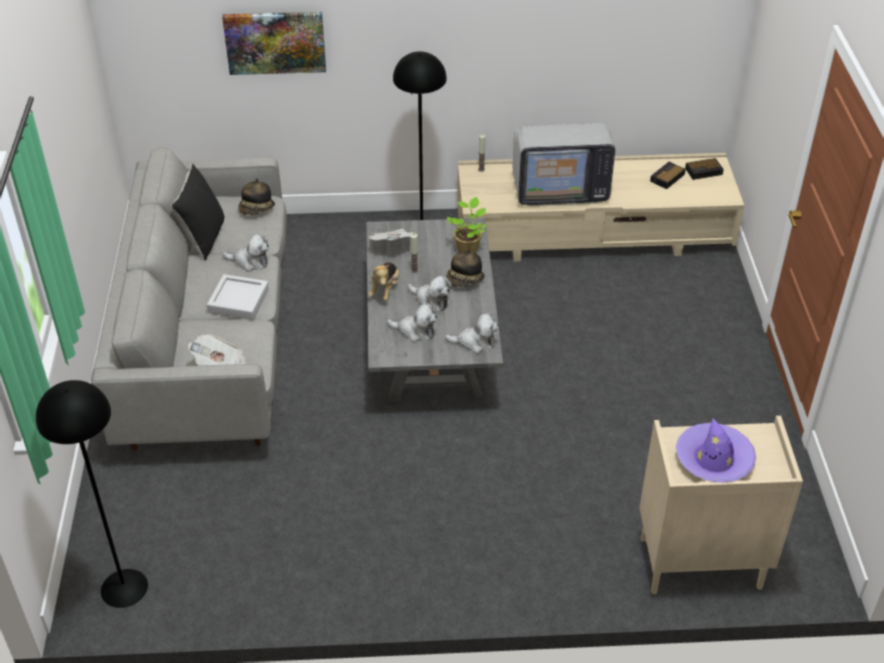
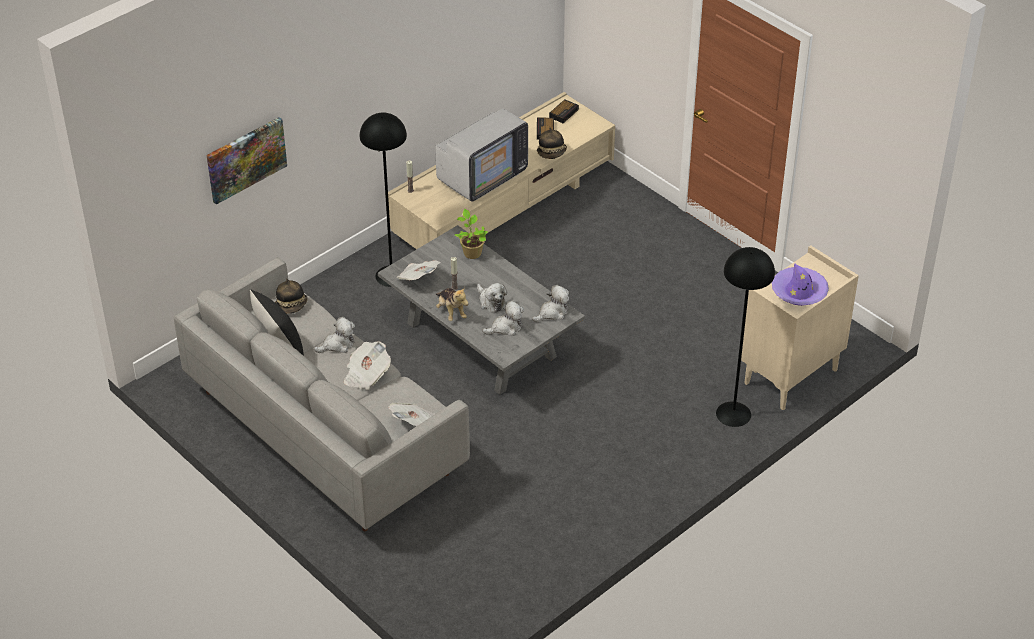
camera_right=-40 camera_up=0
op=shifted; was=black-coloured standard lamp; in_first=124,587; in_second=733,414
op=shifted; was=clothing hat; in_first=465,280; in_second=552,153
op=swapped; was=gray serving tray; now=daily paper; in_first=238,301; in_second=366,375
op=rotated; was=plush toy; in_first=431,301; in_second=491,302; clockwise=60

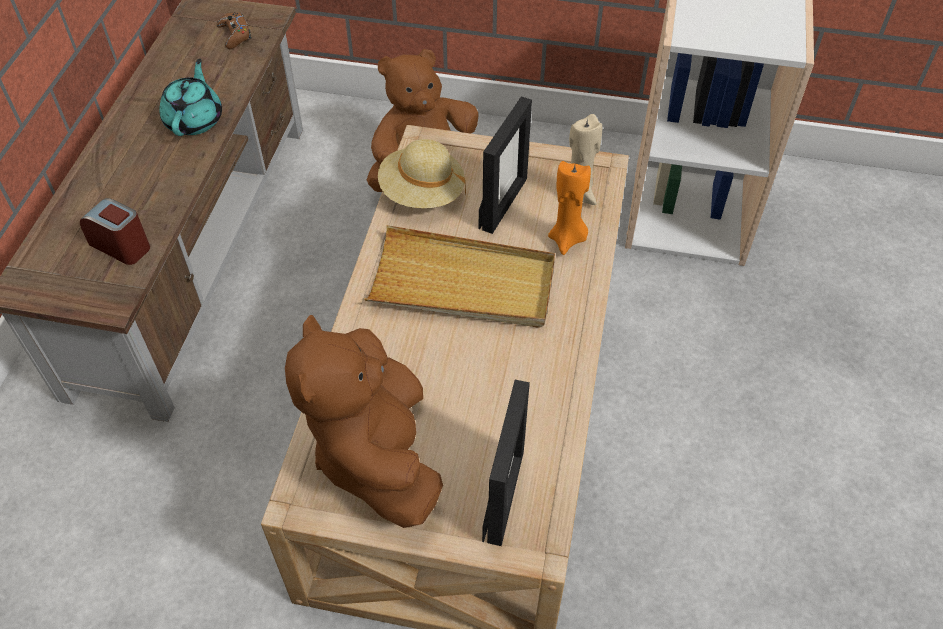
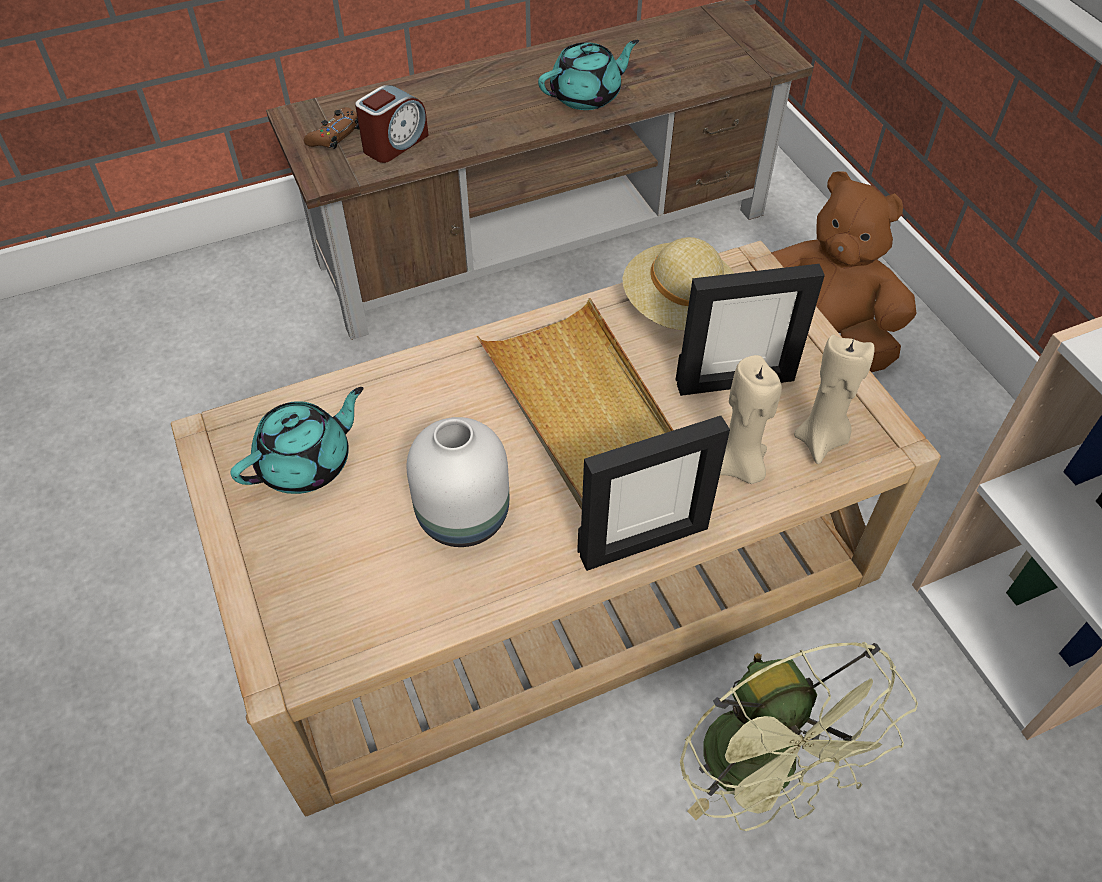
camera_right=55 camera_up=0
op=new; now=white-coloured vase; in_second=465,517
op=new; now=greenish fan; in_second=764,774
op=shifted; was=brownish gamepad; in_first=235,35; in_second=334,135
op=shifted; was=picture frame; in_first=503,495; in_second=643,540
op=swapped; was=brownish plush toy; now=turquoise-coloured pot for tea; in_first=376,454; in_second=307,463
op=repainted; was=orange candle; now=beige candle; in_first=567,239; in_second=738,467
op=rotated; was=table clock; in_first=121,245; in_second=394,143; clockwise=45

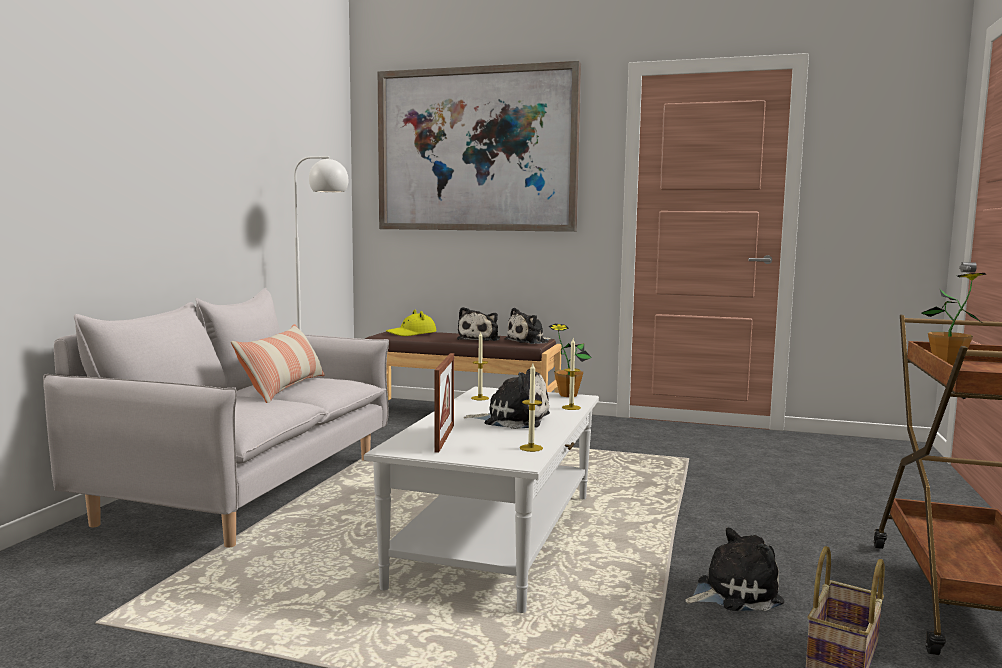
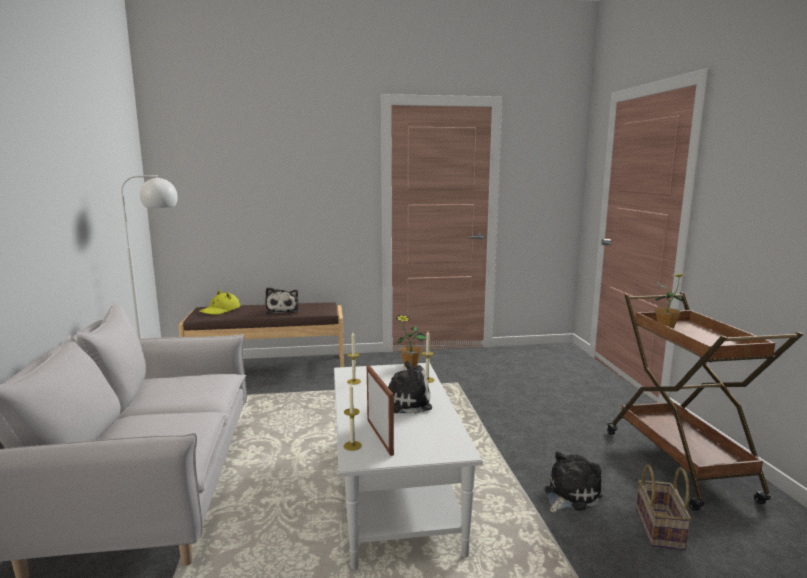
camera_right=-25 camera_up=5
op=gone; was=cushion; in_first=284,388
op=gone; was=picture; in_first=477,150
op=gone; was=plush toy; in_first=529,341
op=shifted; was=candle; in_first=531,448; in_second=352,445

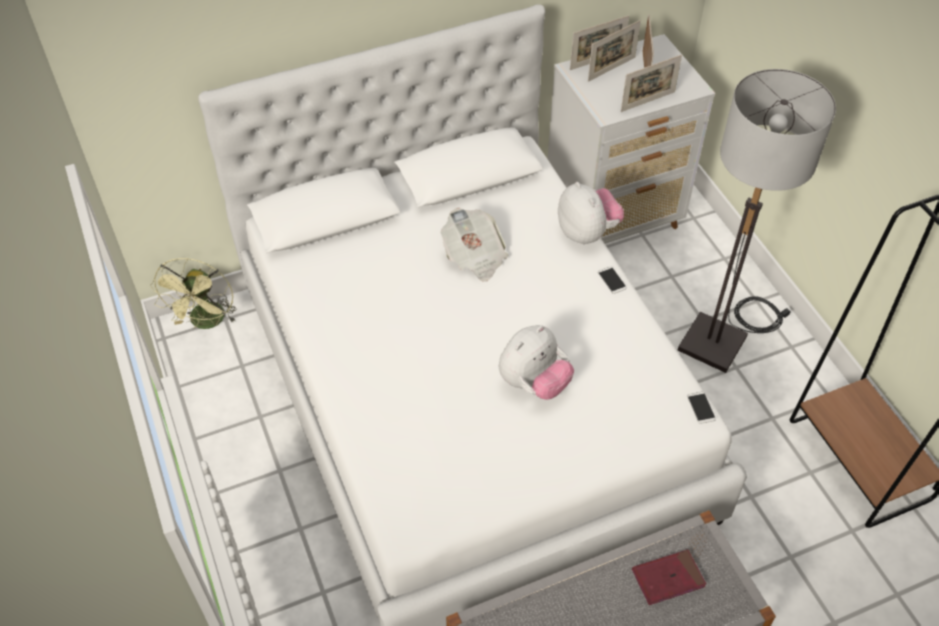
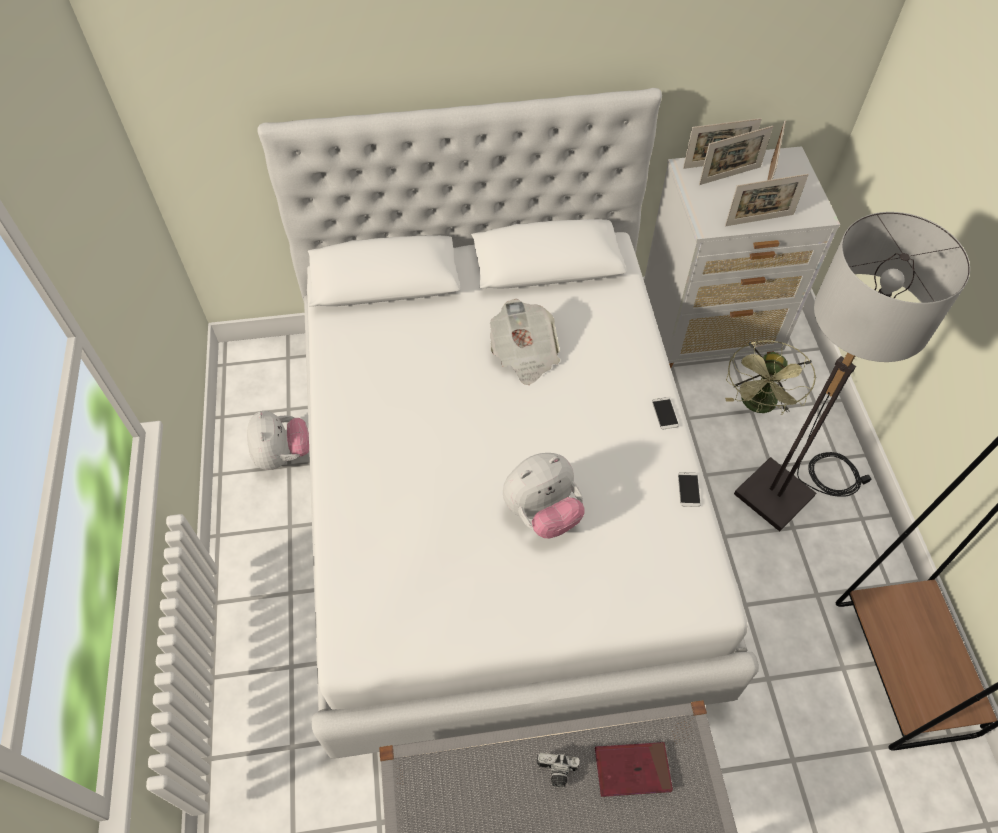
camera_right=15 camera_up=5
op=new; now=still camera; in_second=556,772
op=shifted; was=greenish fan; in_first=206,323; in_second=758,406
op=shifted; was=plush toy; in_first=587,232; in_second=282,455
op=shifted; was=phone; in_first=701,407; in_second=688,489

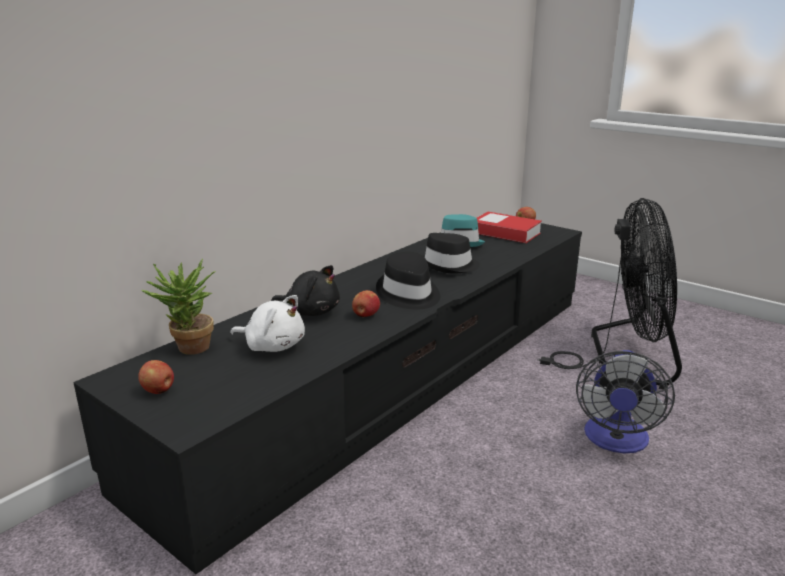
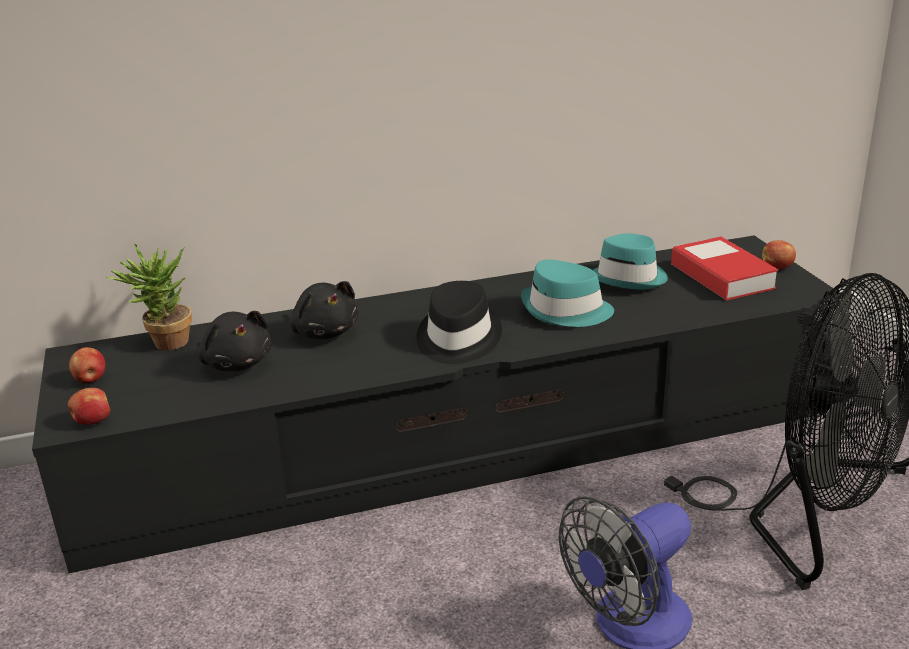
camera_right=35 camera_up=5
op=shifted; was=apple fruit; in_first=365,315; in_second=92,422
op=repainted; was=white-coloured plush toy; now=black-coloured plush toy; in_first=273,346; in_second=237,363
op=repainted; was=black-coloured clothing hat; now=turquoise-coloured clothing hat; in_first=449,266; in_second=566,311

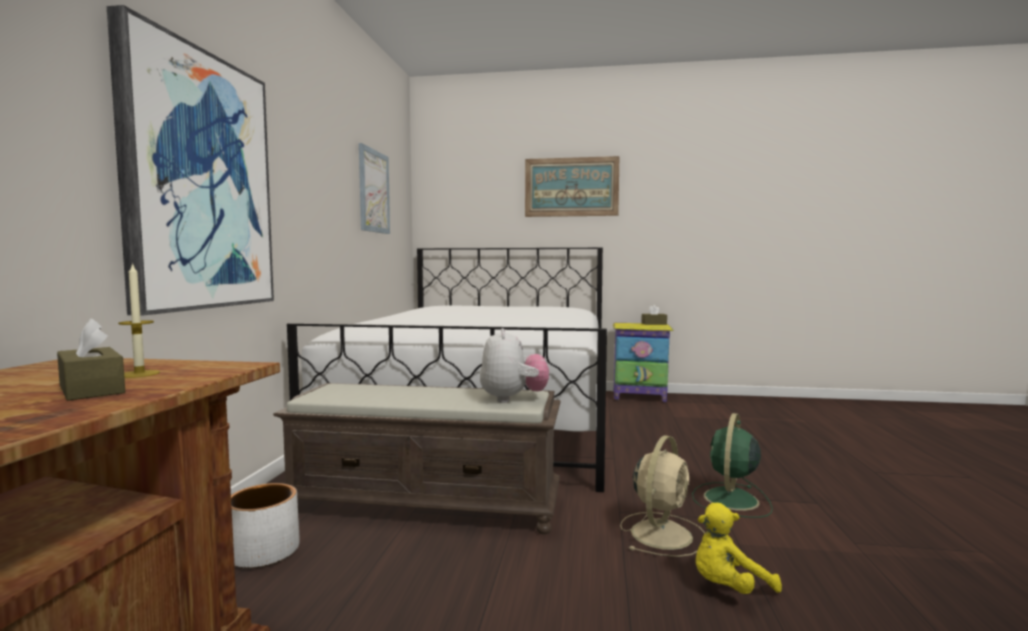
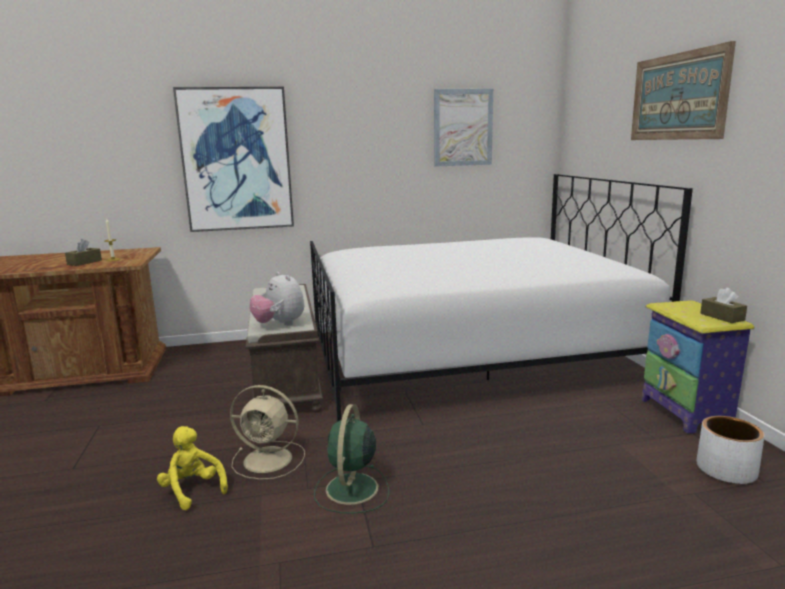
camera_right=70 camera_up=10
op=shifted; was=white-coloured plant pot; in_first=264,552; in_second=726,470
op=rotated; was=plush toy; in_first=513,399; in_second=279,324; clockwise=75
op=rotated; was=greenish fan; in_first=730,500; in_second=351,490; clockwise=-90

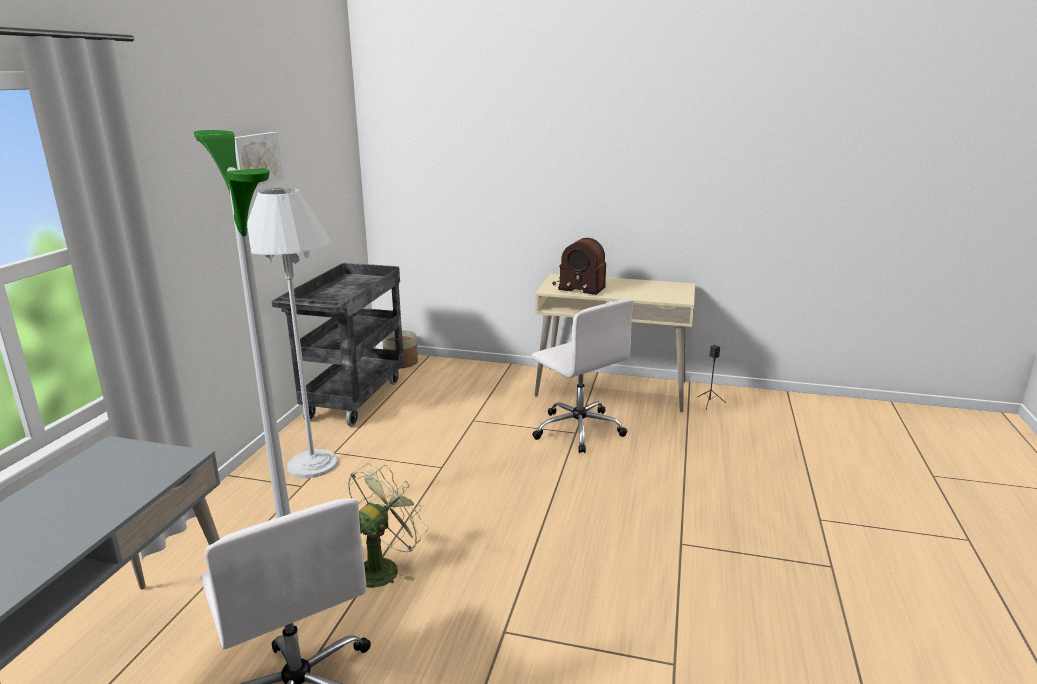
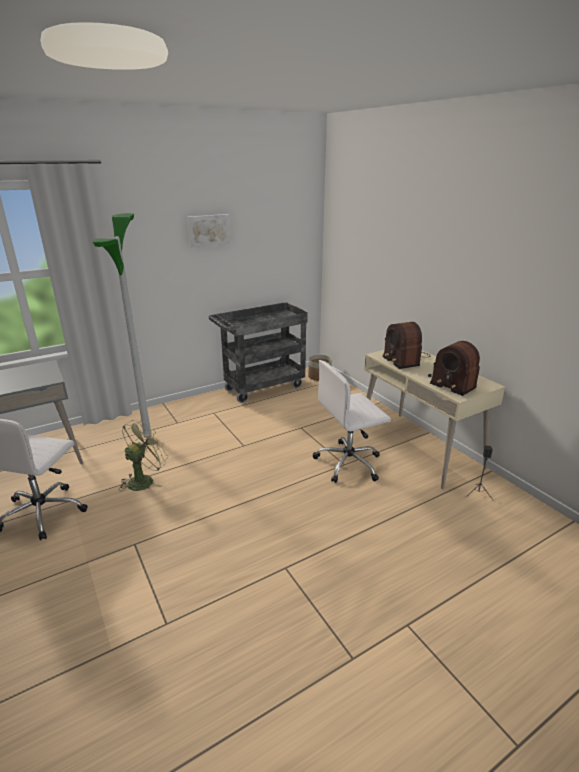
camera_right=45 camera_up=5
op=gone; was=white-coloured standard lamp; in_first=312,464
op=new; now=radio receiver; in_second=451,382
op=rotated; was=greenish fan; in_first=383,567; in_second=144,480; clockwise=-45
op=rotated; was=white-coloured office chair; in_first=578,429; in_second=349,463; clockwise=60

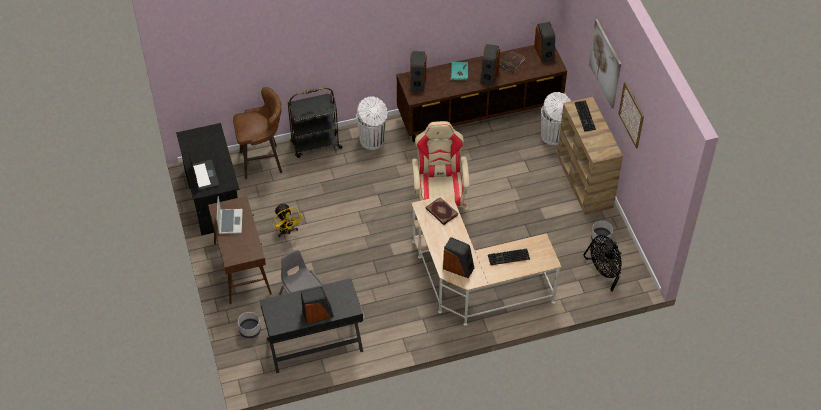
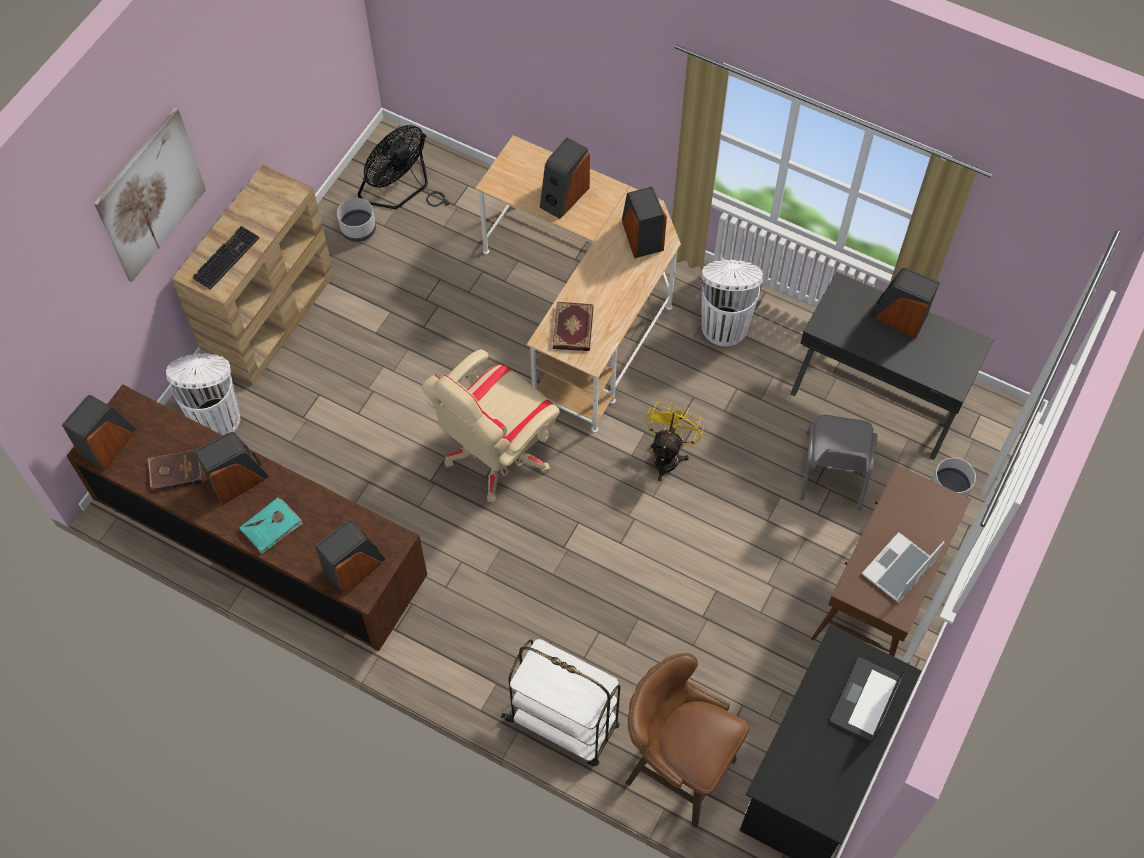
camera_right=-135 camera_up=10
op=gone; was=picture; in_first=631,114
op=shifted; was=yellow fan; in_first=287,232; in_second=668,455
op=shifted; was=white-coloured trash can; in_first=372,141; in_second=724,325
op=swapped; was=PC keyboard; now=audio speaker; in_first=508,258; in_second=564,196
op=repainted; was=black-coloured wheeled cart; now=white-coloured wheeled cart; in_first=315,145; in_second=563,724
op=rotated; was=black-coloured fan; in_first=605,270; in_second=406,189; clockwise=-150

